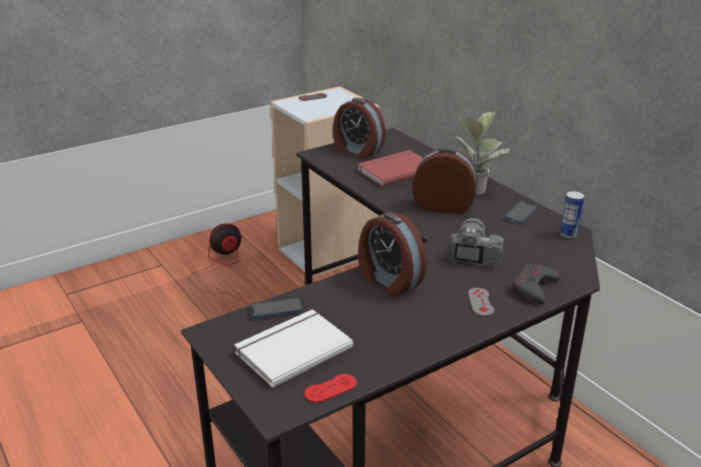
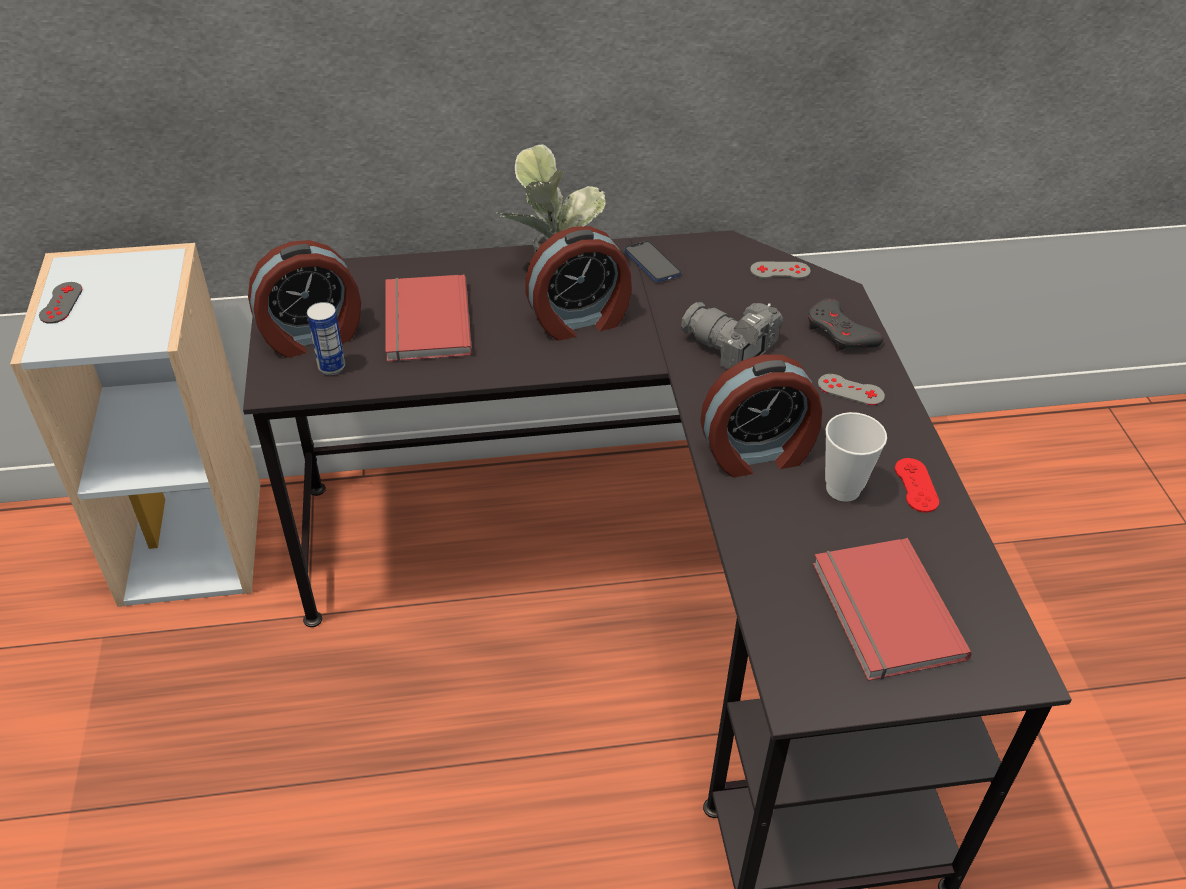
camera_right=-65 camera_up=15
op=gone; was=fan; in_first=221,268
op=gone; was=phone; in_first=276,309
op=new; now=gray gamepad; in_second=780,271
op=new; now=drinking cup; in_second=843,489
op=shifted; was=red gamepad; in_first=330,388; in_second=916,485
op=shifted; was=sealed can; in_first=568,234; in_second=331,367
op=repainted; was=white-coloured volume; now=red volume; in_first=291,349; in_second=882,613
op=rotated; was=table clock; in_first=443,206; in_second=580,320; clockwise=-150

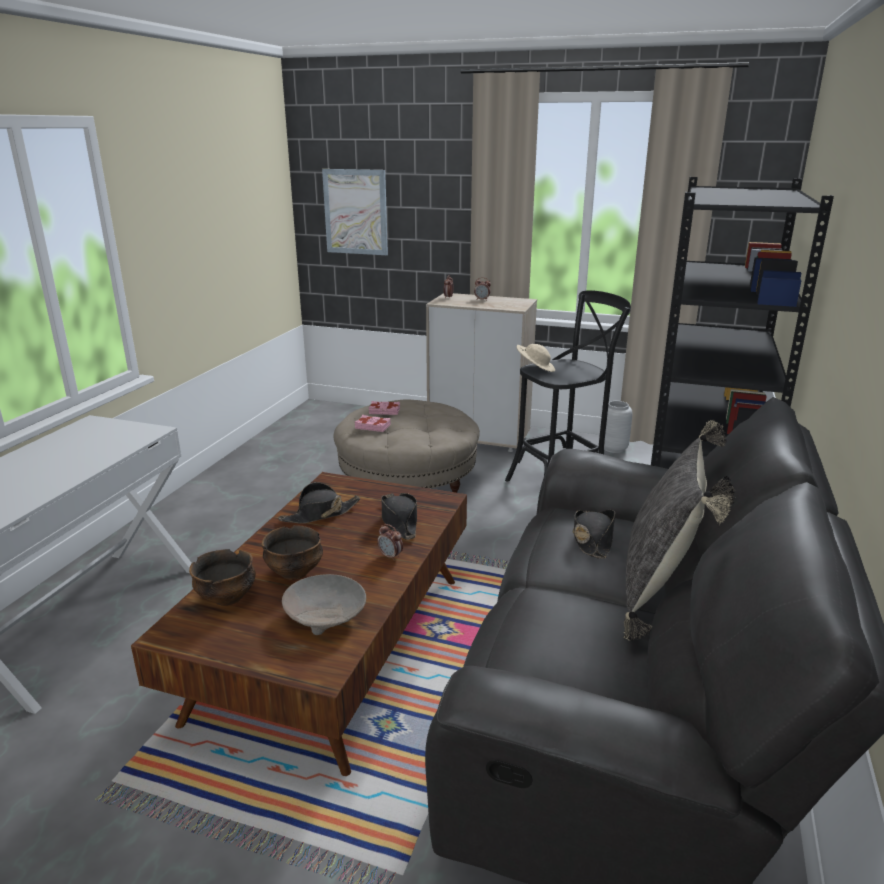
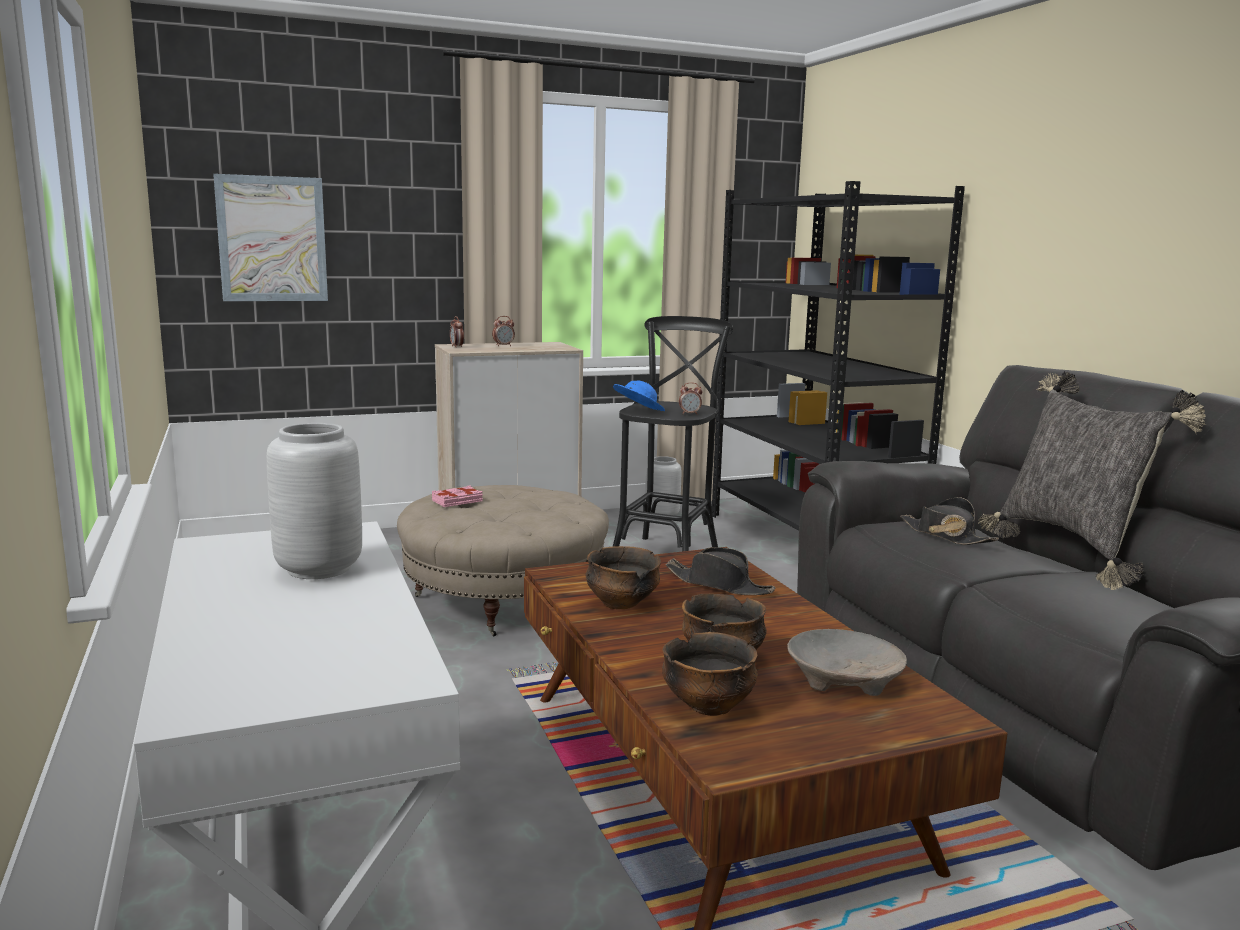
camera_right=-40 camera_up=-10
op=gone; was=pinkish volume; in_first=373,426
op=new; now=gray vase; in_second=321,568
op=shifted; was=table clock; in_first=390,556; in_second=689,414
op=swapped; was=black-coloured clothing hat; now=bowl; in_first=320,514; in_second=621,603
op=repainted; was=beige clothing hat; now=bluish clothing hat; in_first=535,369; in_second=638,412

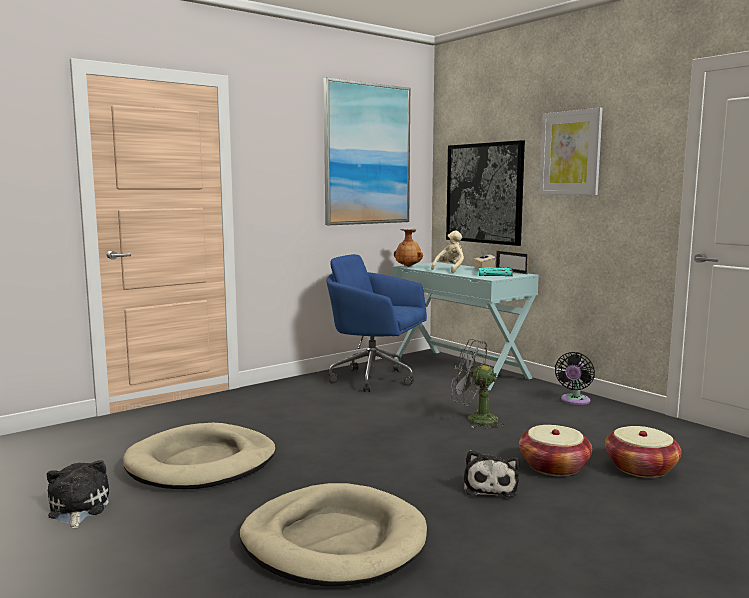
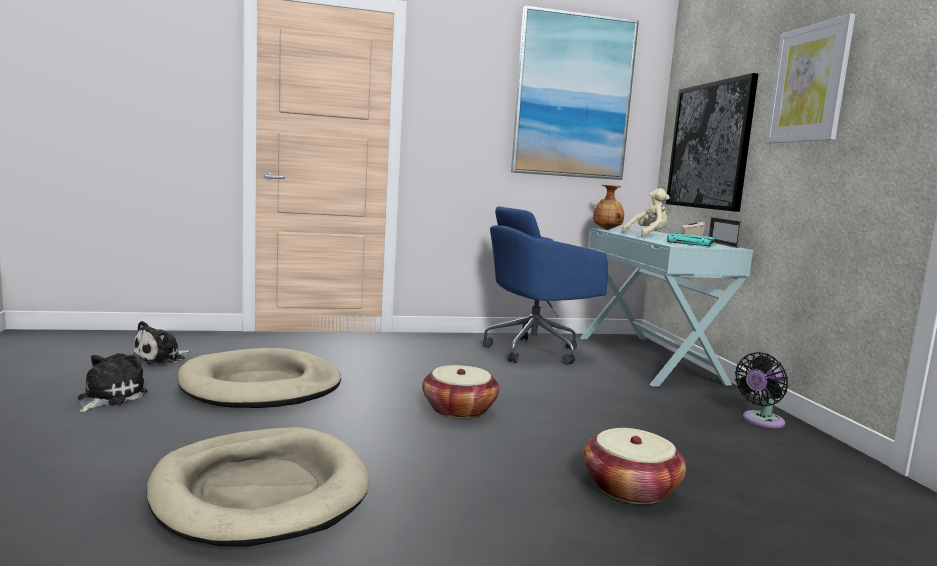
camera_right=25 camera_up=0
op=gone; was=gray fan; in_first=475,419
op=shifted; was=plush toy; in_first=490,487; in_second=161,358
op=shifted; was=basket; in_first=641,468; in_second=459,410
op=rotated; was=bluish office chair; in_first=376,380; in_second=537,351; clockwise=-75

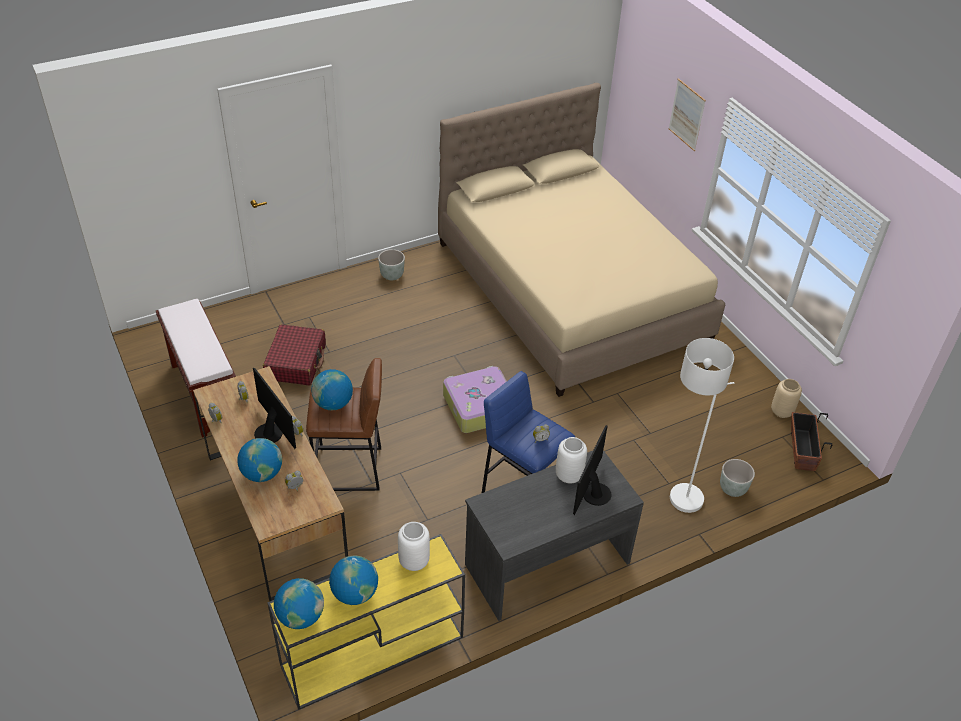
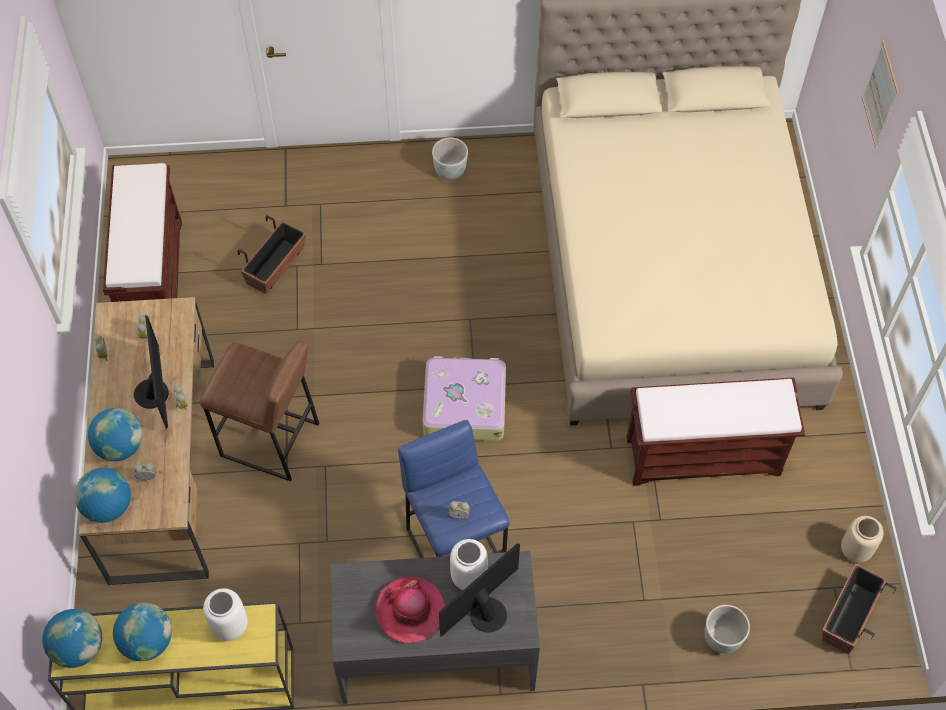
camera_right=25 camera_up=15
op=gone; was=white-coloured standard lamp; in_first=676,501
op=new; now=clothing hat; in_second=410,610
op=new; now=brownish long seat; in_second=704,455
op=shifted; was=globe; in_first=333,404; in_second=108,506
op=swapped; was=red suitcase; now=plant pot; in_first=296,362; in_second=276,267

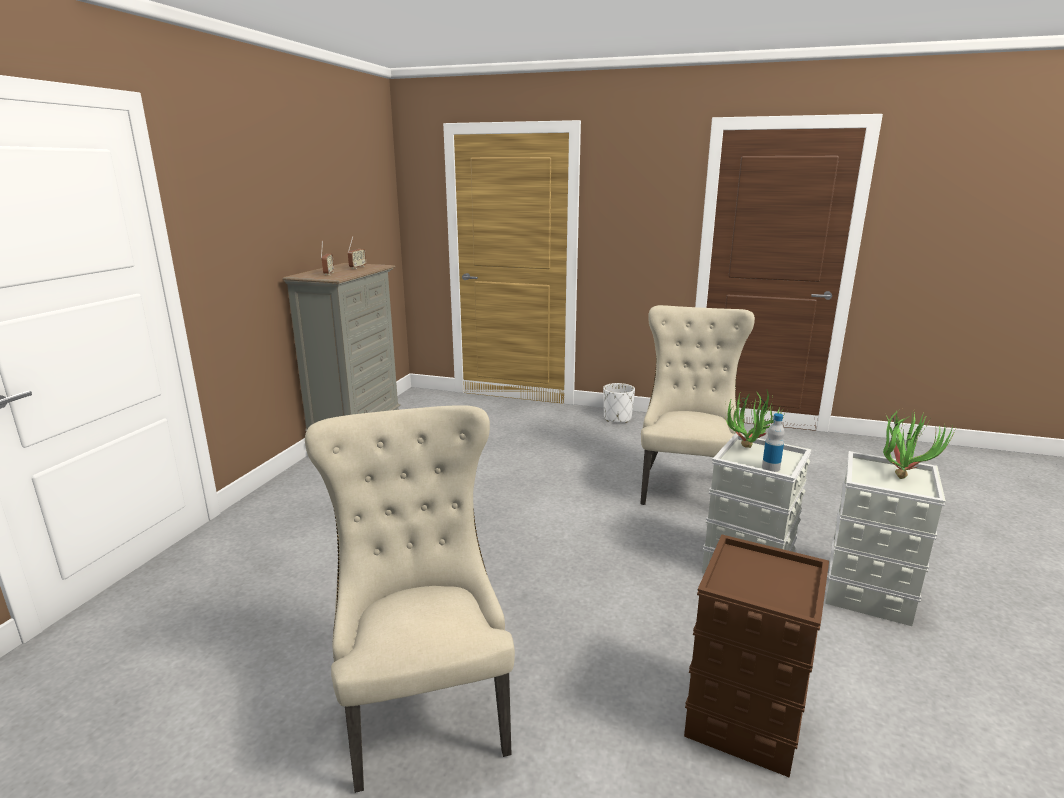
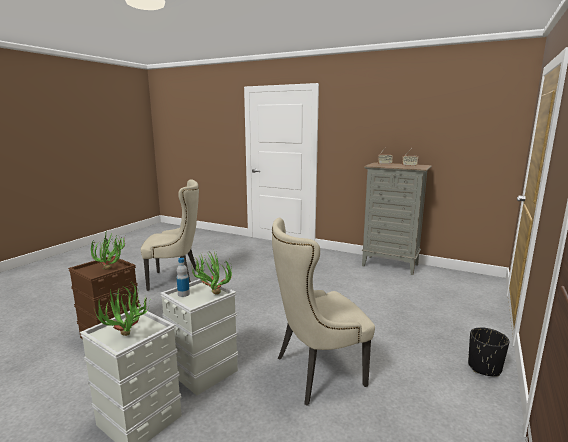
camera_right=100 camera_up=-5
op=new; now=houseplant; in_second=111,269
op=repainted; was=white-coloured plant pot; now=black-coloured plant pot; in_first=617,418; in_second=484,367
op=rotated; was=beige chair; in_first=685,489; in_second=317,372; clockwise=135

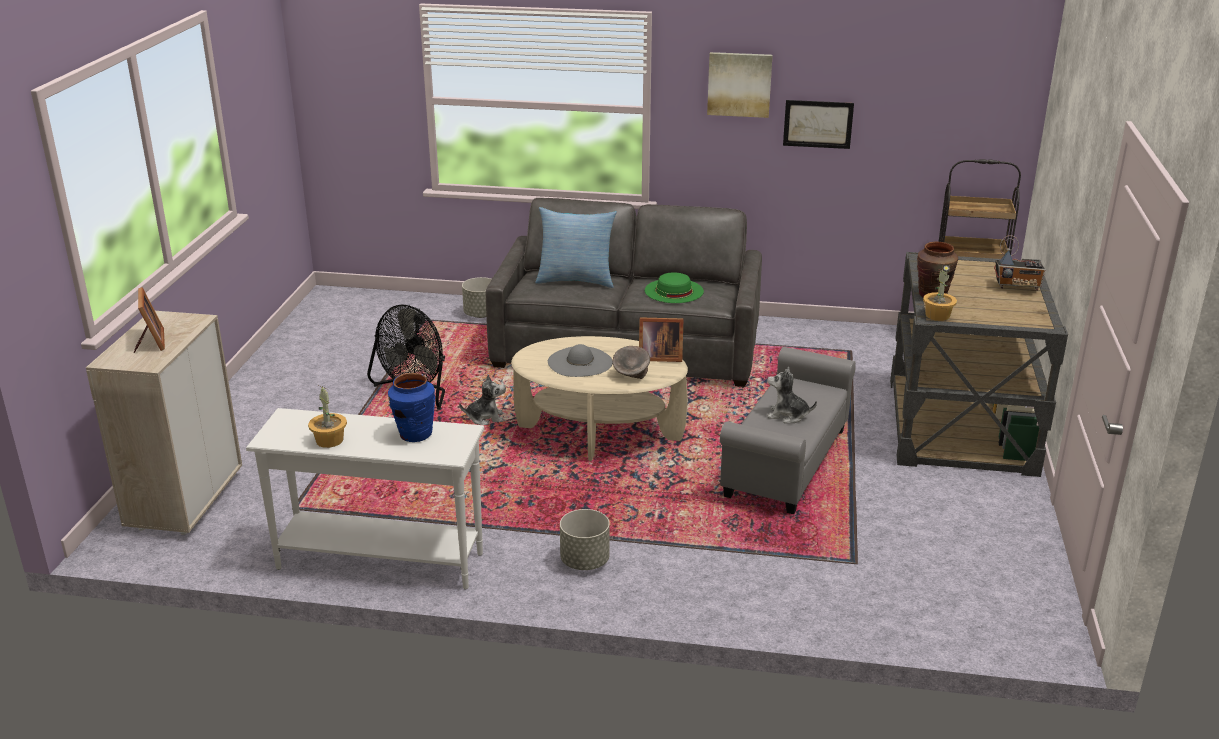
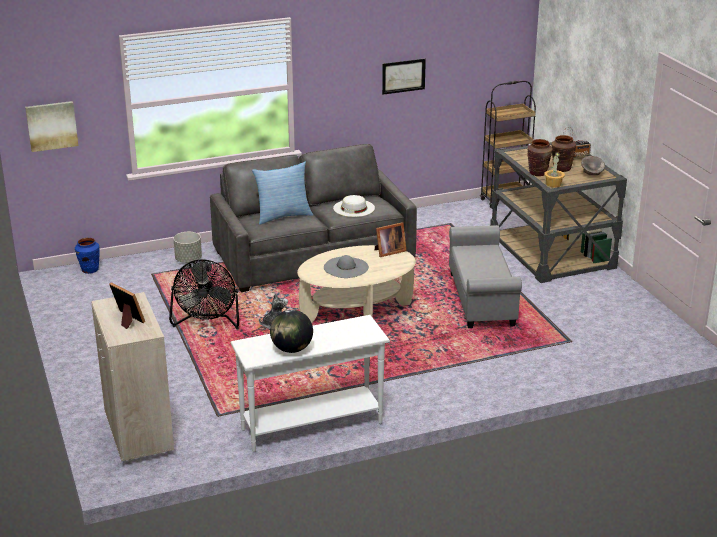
camera_right=-30 camera_up=0
op=gone; was=gray plant pot; in_first=584,561
op=gone; was=plush toy; in_first=787,415
op=new; now=brownish vase; in_second=561,169
op=shifted; was=bluish vase; in_first=415,434; in_second=89,270
op=shifted; was=gray bowl; in_first=631,376; in_second=592,175
op=shifted; was=picture; in_first=739,84; in_second=51,125
op=swapped; was=houseplant; now=globe; in_first=329,440; in_second=292,349
op=repainted; was=greenish clothing hat; now=white-coloured clothing hat; in_first=674,291; in_second=354,208

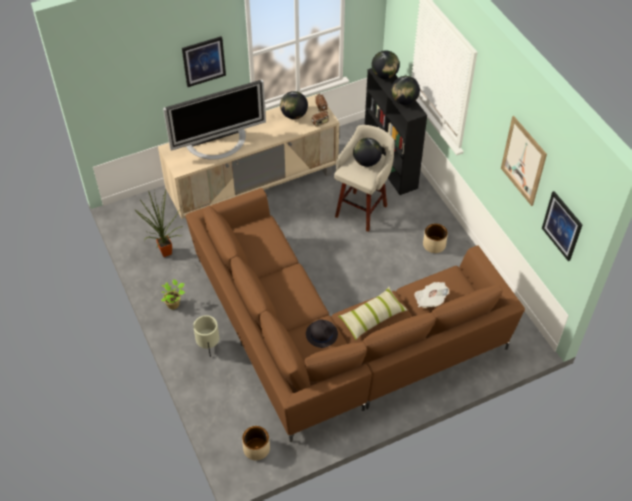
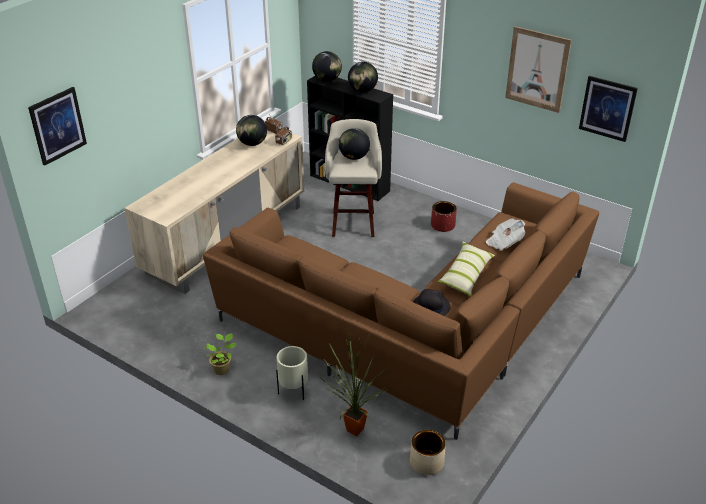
camera_right=-30 camera_up=-15
op=gone; was=TV set; in_first=218,143
op=shifted; was=houseplant; in_first=164,253; in_second=353,432
op=shifted; was=picture; in_first=204,61; in_second=57,125
op=repainted; was=beige plant pot; now=red plant pot; in_first=434,245; in_second=443,225

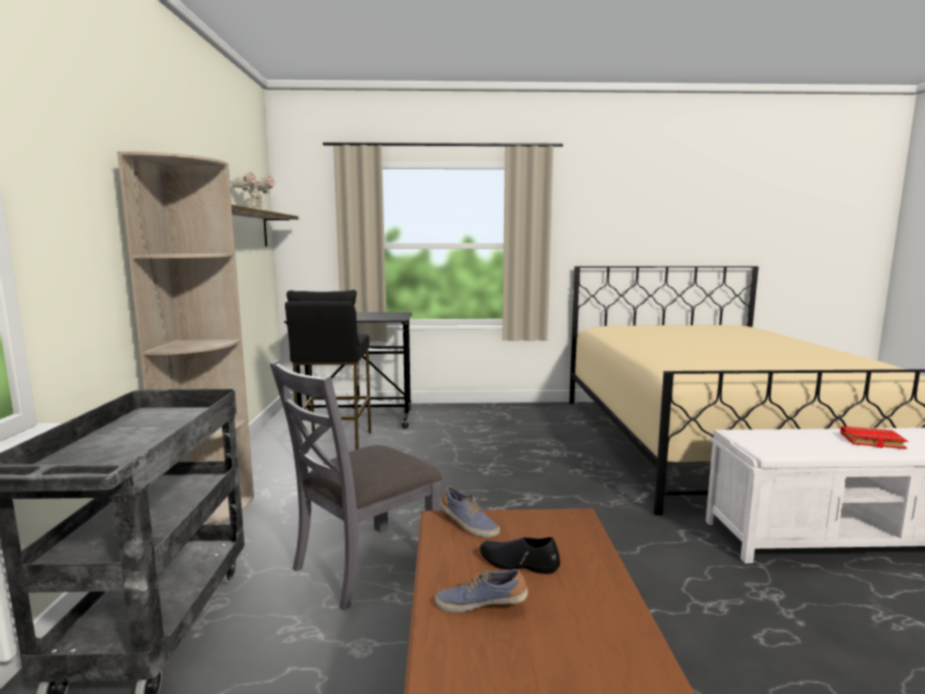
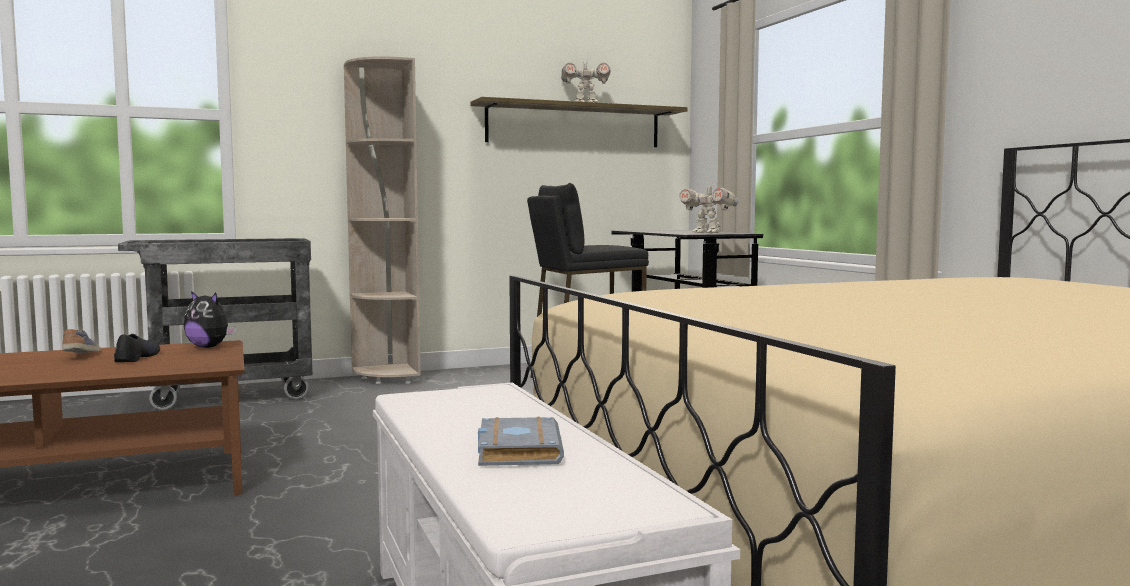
camera_right=70 camera_up=-5
op=gone; was=gray chair; in_first=365,564
op=new; now=robot figure; in_second=707,233
op=swapped; was=shoe; now=plush toy; in_first=468,524; in_second=209,347
op=repainted; was=red volume; now=gray volume; in_first=871,442; in_second=515,450

